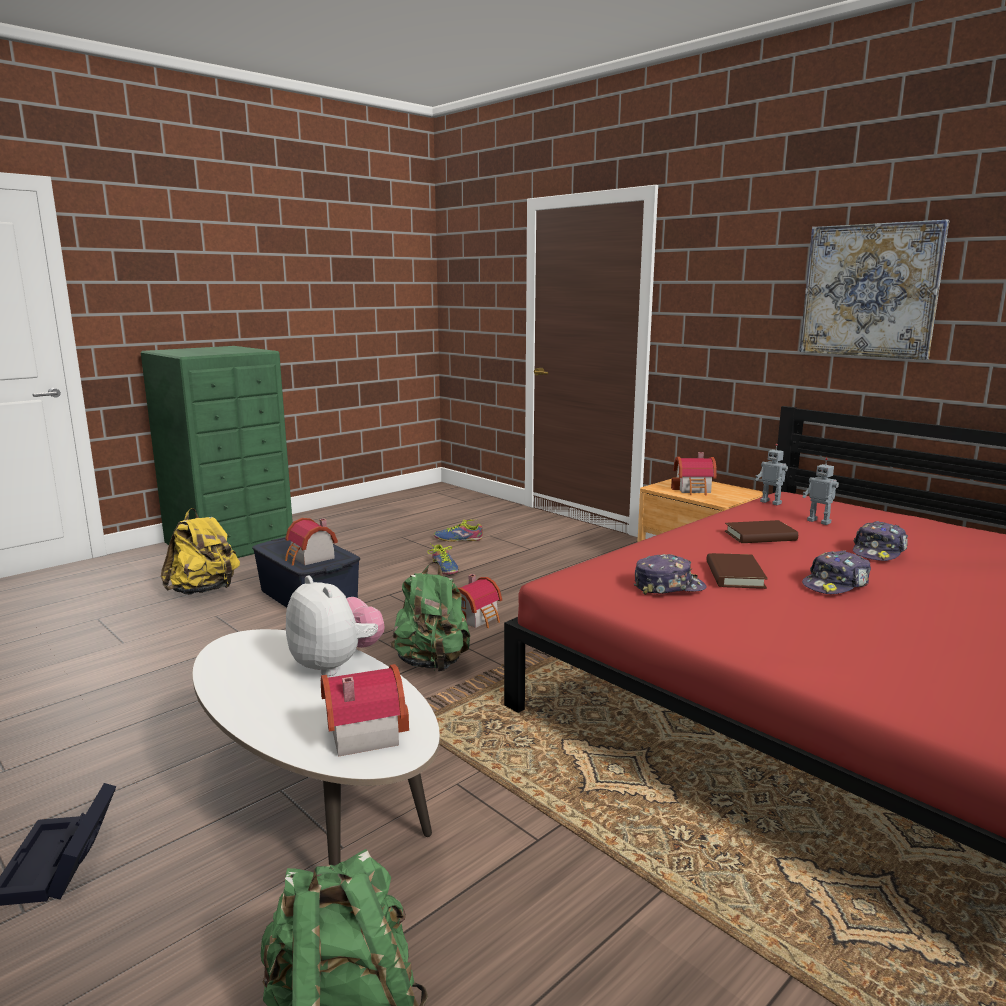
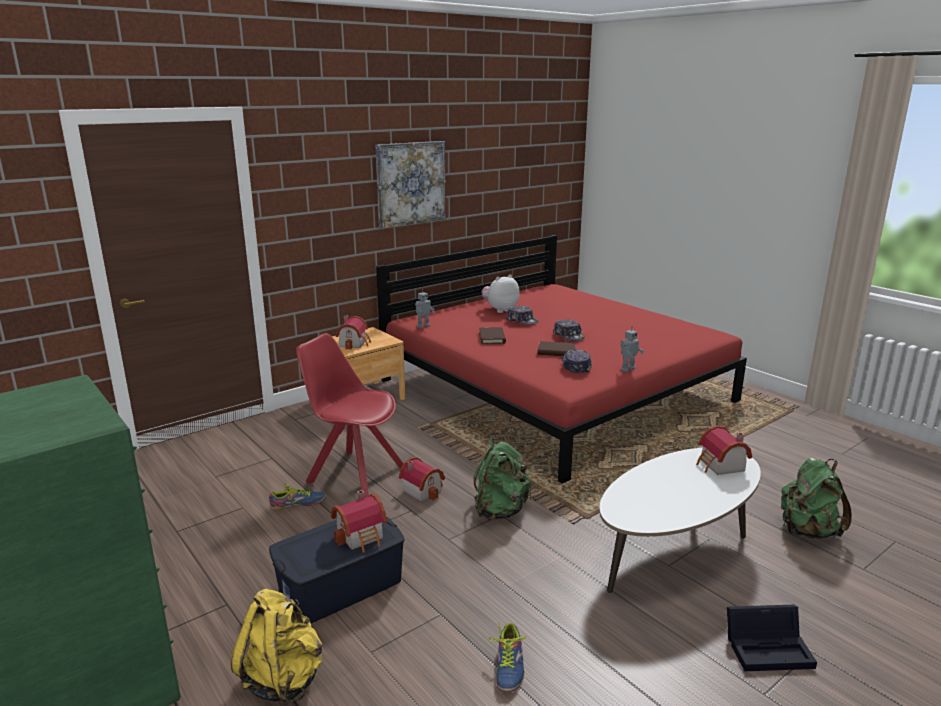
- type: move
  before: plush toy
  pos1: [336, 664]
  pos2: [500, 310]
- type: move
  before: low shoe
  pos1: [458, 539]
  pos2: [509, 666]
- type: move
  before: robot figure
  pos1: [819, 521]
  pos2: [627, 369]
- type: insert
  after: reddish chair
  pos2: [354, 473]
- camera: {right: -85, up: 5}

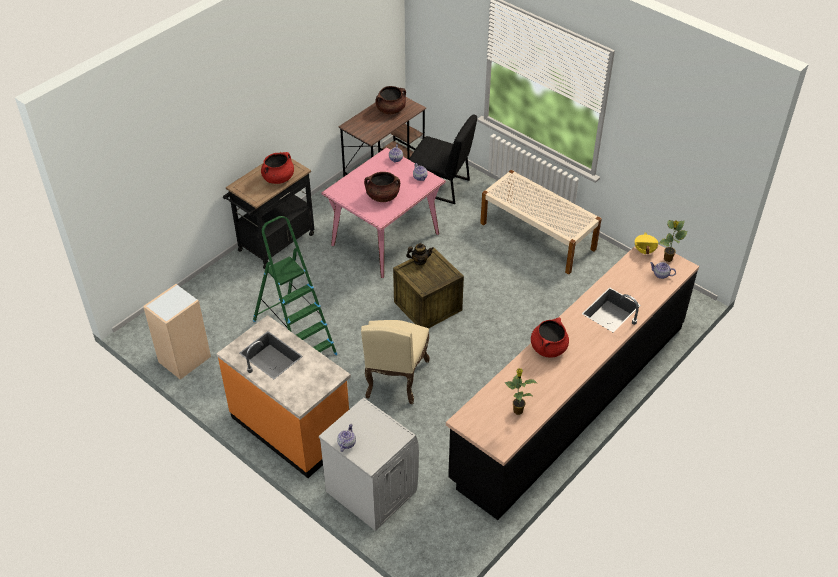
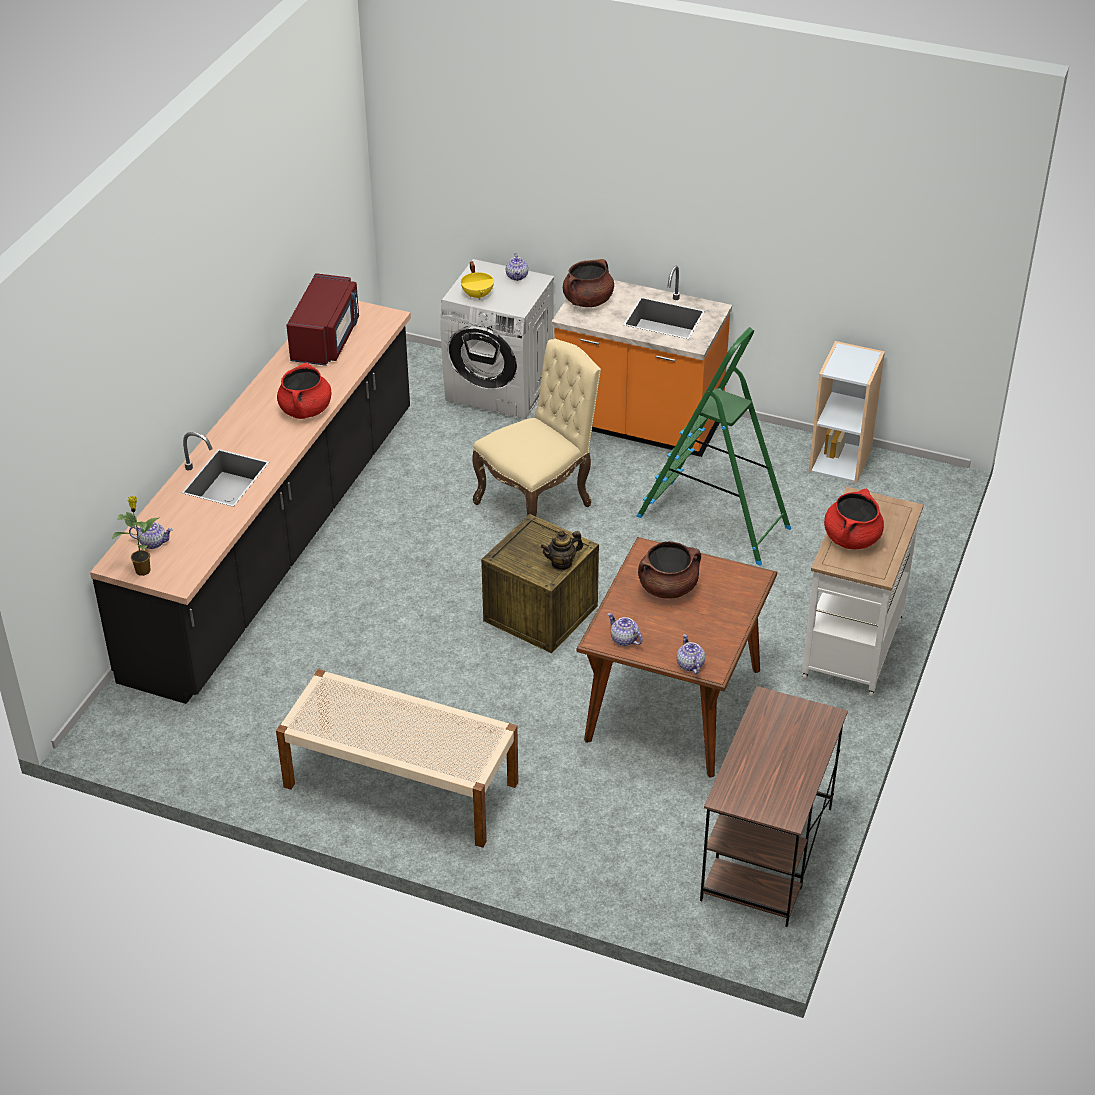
- type: recolor
  before: black wheeled cart
  after: whitish wheeled cart
  pos1: [274, 244]
  pos2: [853, 646]
- type: recolor
  before: pink-coloured kitchen table
  after: brown-coloured kitchen table
  pos1: [385, 239]
  pos2: [673, 705]
- type: rotate
  before: beige chair
  pos1: [394, 380]
  pos2: [537, 506]
  turn: 60
- type: move
  before: brown-coloured stockpot
  pos1: [390, 110]
  pos2: [588, 301]
- type: delete
  before: black chair
  pos1: [441, 186]
- type: replace
  before: houseplant
  after: reddish kitchen microwave
  pos1: [517, 410]
  pos2: [326, 340]
- type: move
  before: yellow stockpot
  pos1: [644, 251]
  pos2: [478, 295]
- camera: {right: 160, up: -5}

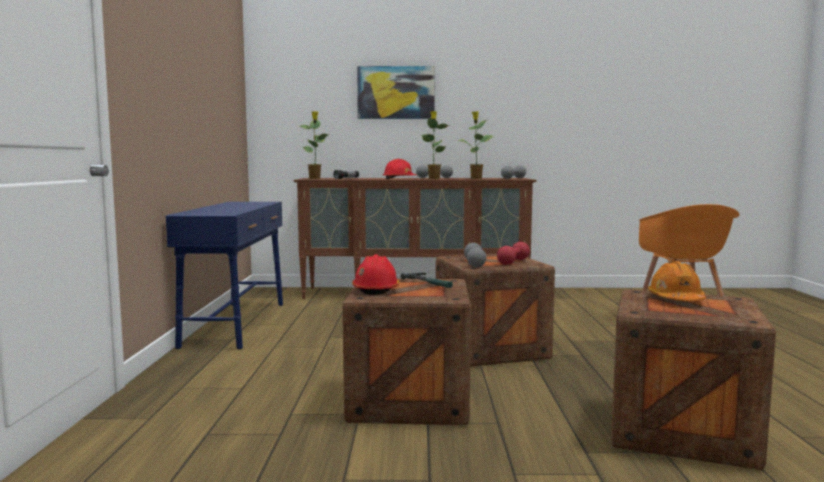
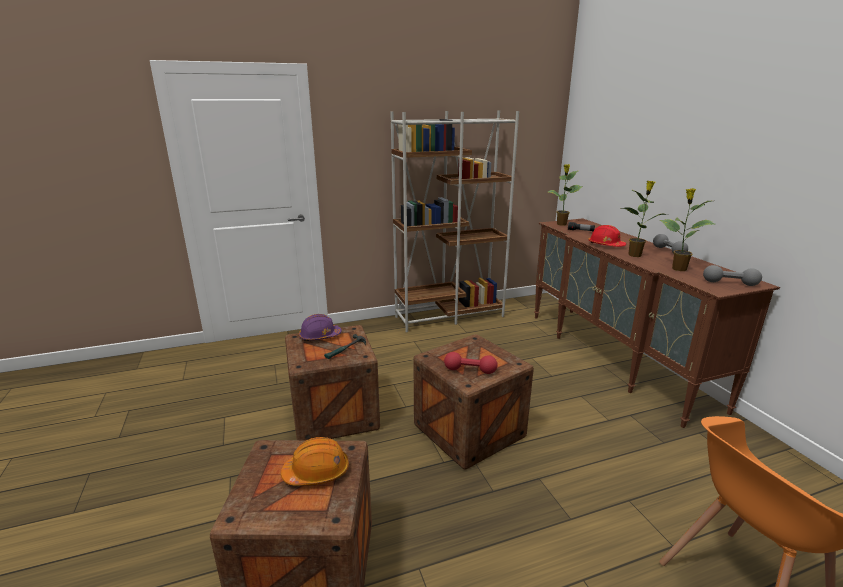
- type: replace
  before: blue hall table
  after: brown-coloured bookshelf
  pos1: [237, 324]
  pos2: [450, 316]
- type: recolor
  before: reddish safety helmet
  after: purple safety helmet
  pos1: [376, 289]
  pos2: [320, 336]
- type: delete
  before: picture
  pos1: [396, 92]
- type: delete
  before: greyish hand weight
  pos1: [474, 264]
- camera: {right: 70, up: 15}

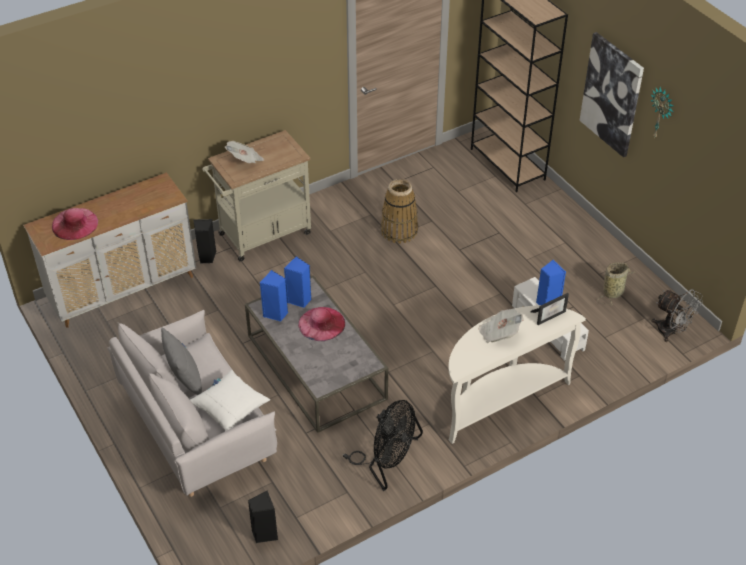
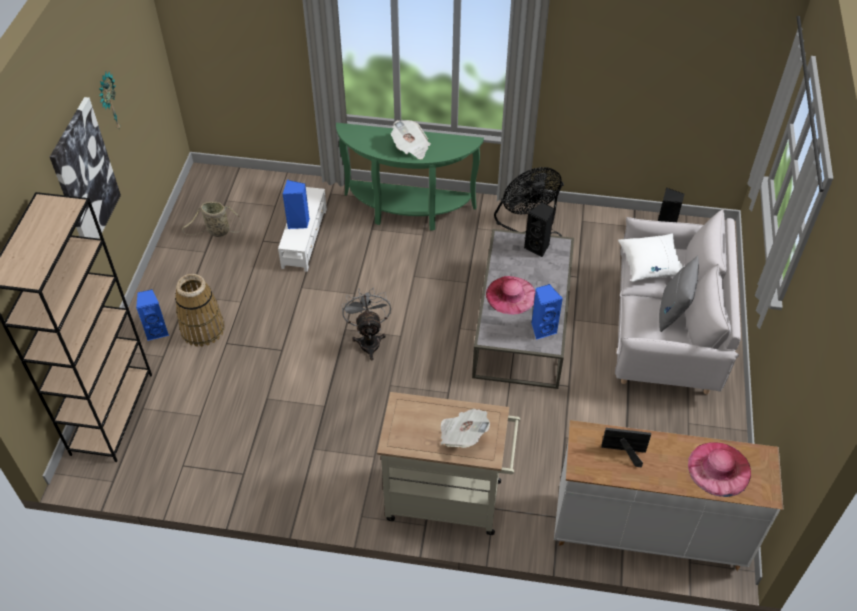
- type: move
  before: black loudspeaker
  pos1: [206, 257]
  pos2: [538, 247]
- type: move
  before: blue loudspeaker
  pos1: [299, 300]
  pos2: [157, 331]
- type: move
  before: storage basket
  pos1: [399, 231]
  pos2: [202, 329]
- type: recolor
  before: whitish hall table
  after: green-coloured hall table
  pos1: [500, 400]
  pos2: [407, 212]
- type: move
  before: photo frame
  pos1: [549, 315]
  pos2: [622, 452]
- type: move
  before: greyish electric fan
  pos1: [671, 332]
  pos2: [369, 340]
- camera: {right: -140, up: 5}

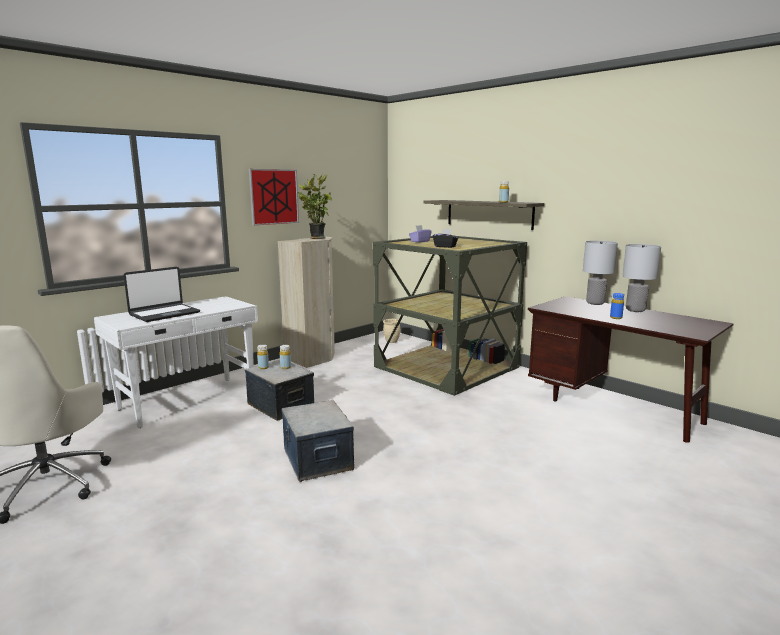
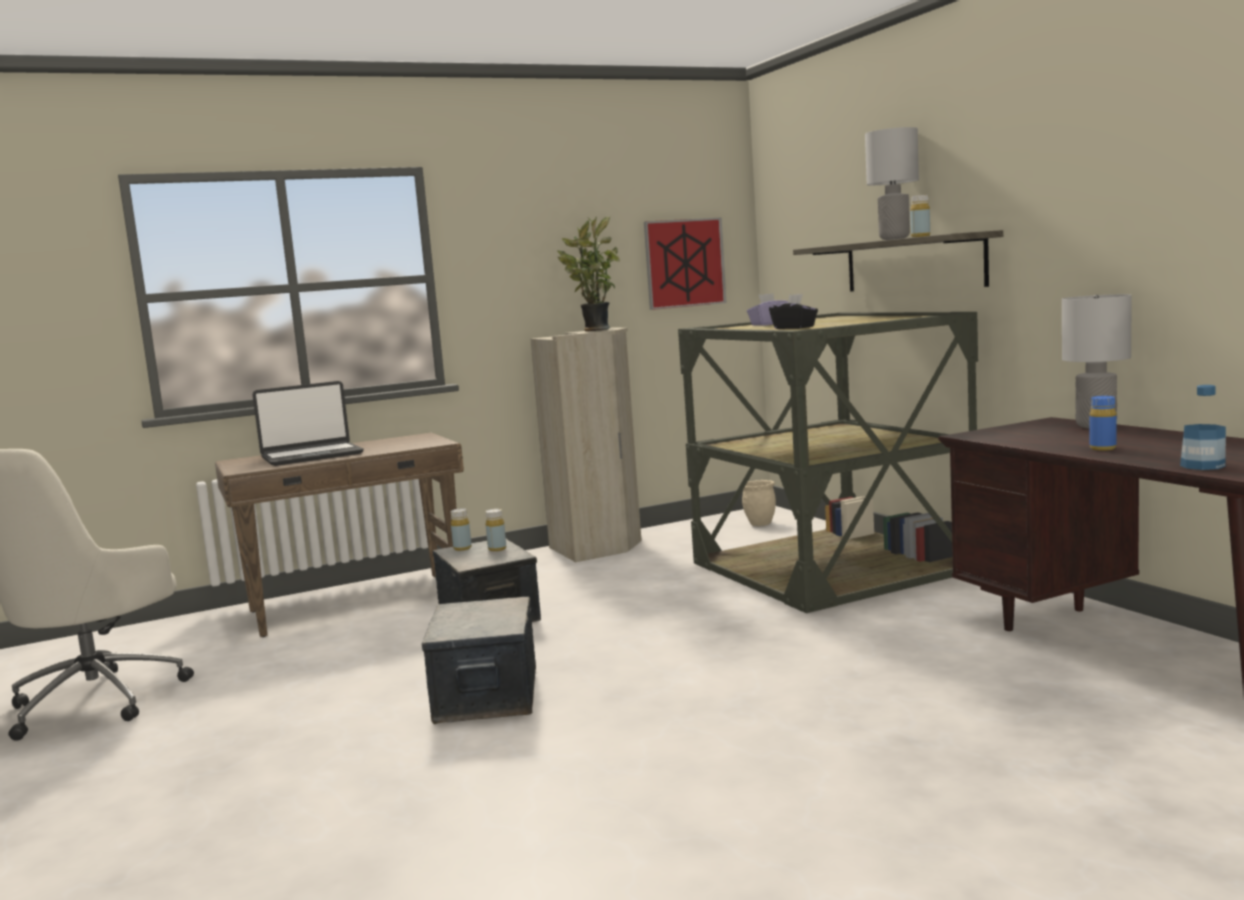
- type: recolor
  before: whitish hall table
  after: brown-coloured hall table
  pos1: [189, 401]
  pos2: [357, 604]
- type: move
  before: picture
  pos1: [274, 196]
  pos2: [684, 263]
- type: move
  before: greyish table lamp
  pos1: [635, 311]
  pos2: [894, 239]
- type: insert
  after: drink bottle
  pos2: [1202, 466]
- camera: {right: 20, up: -5}

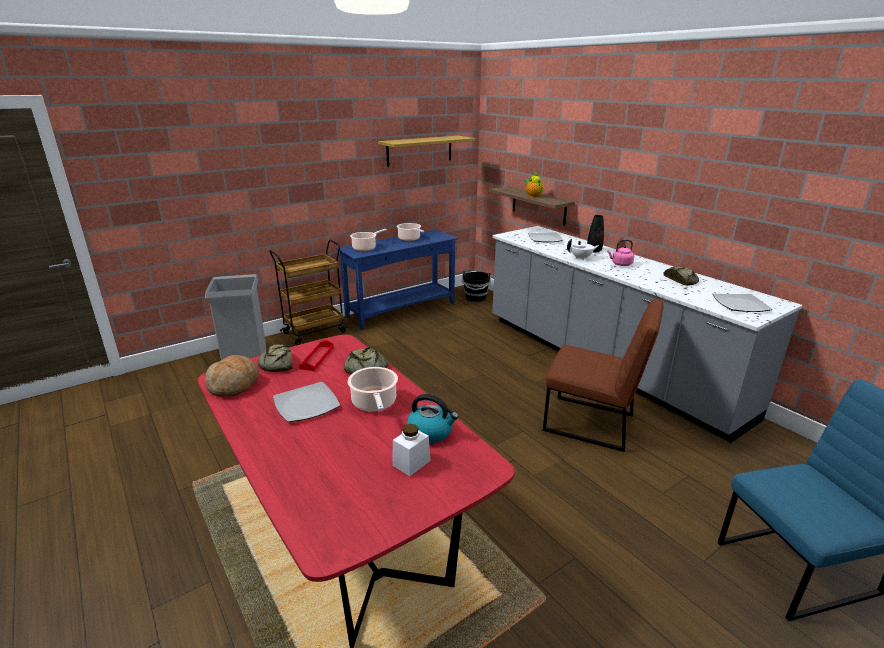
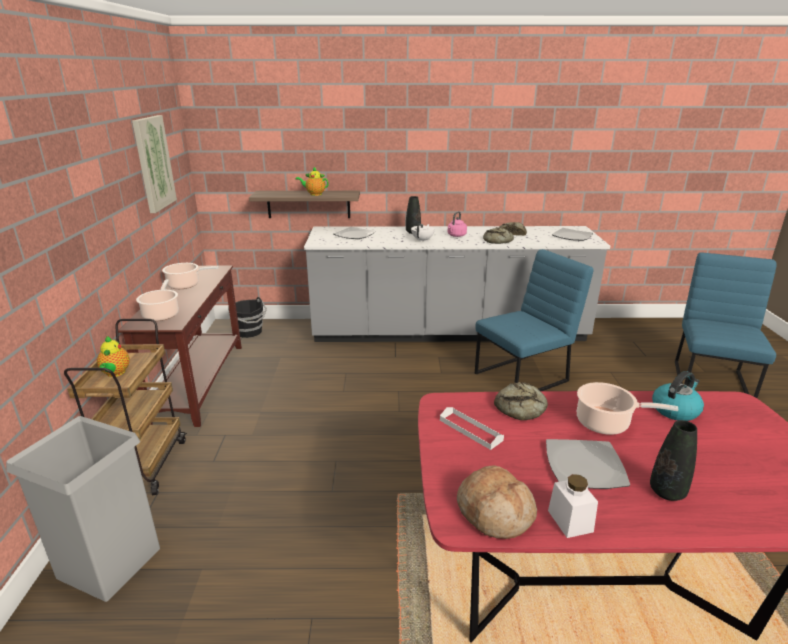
- type: move
  before: baked bread
  pos1: [277, 364]
  pos2: [498, 241]
- type: recolor
  before: reddish carrying tray
  after: whitish carrying tray
  pos1: [317, 358]
  pos2: [470, 430]
- type: recolor
  before: blue hall table
  after: brown-coloured hall table
  pos1: [401, 310]
  pos2: [199, 382]
- type: replace
  before: bracket shelf
  after: picture
  pos1: [419, 150]
  pos2: [153, 163]
- type: move
  before: whitish preserve jar
  pos1: [411, 463]
  pos2: [570, 521]
- type: recolor
  before: brown-coloured chair
  after: blue chair
  pos1: [591, 423]
  pos2: [523, 376]
- type: insert
  after: pot for tea
  pos2: [115, 373]
- type: insert
  after: black decorative vase
  pos2: [667, 492]
- camera: {right: -55, up: 0}

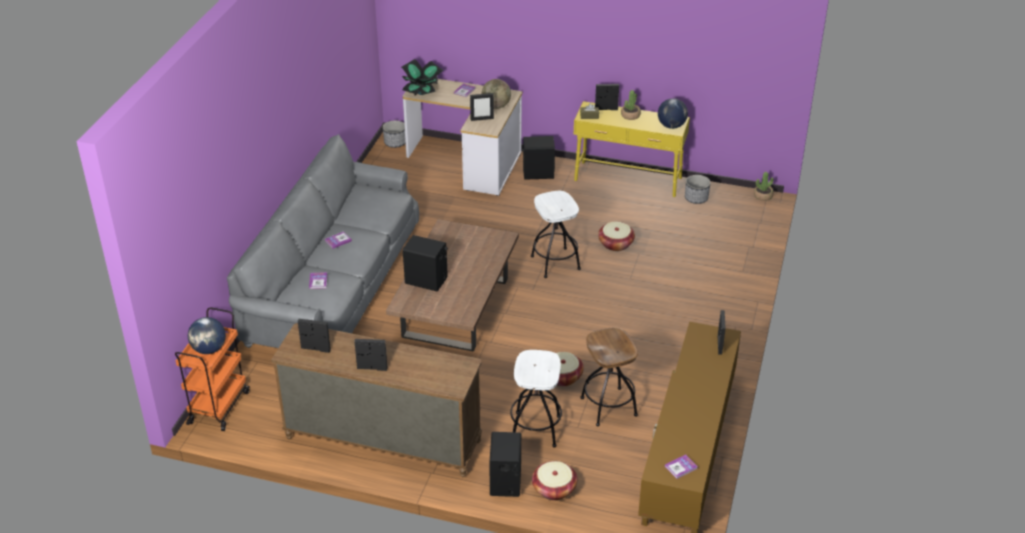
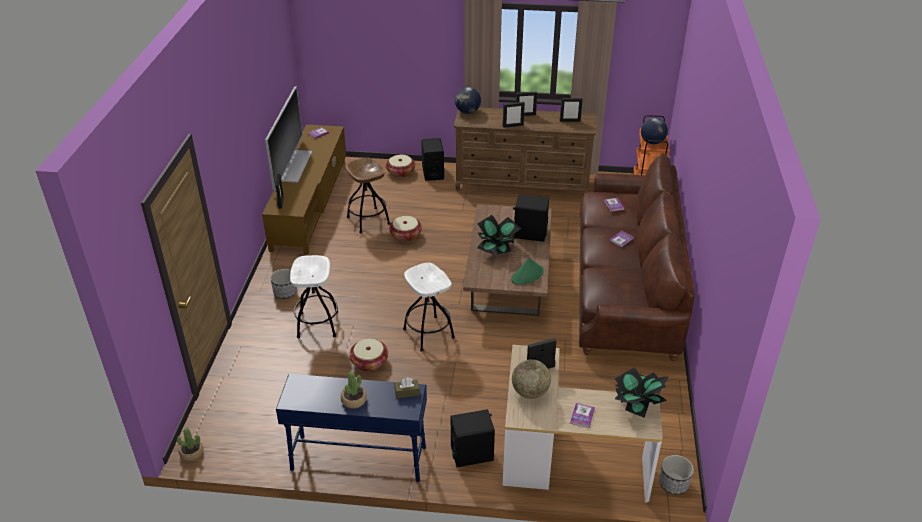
- type: recolor
  before: greyish couch
  after: brown-coloured couch
  pos1: [333, 285]
  pos2: [625, 286]
- type: move
  before: whitish sitting stool
  pos1: [535, 429]
  pos2: [317, 324]
- type: recolor
  before: yellow hall table
  after: blue hall table
  pos1: [628, 180]
  pos2: [358, 458]
- type: move
  before: photo frame
  pos1: [606, 109]
  pos2: [513, 125]
- type: move
  before: globe
  pos1: [671, 126]
  pos2: [467, 112]
- type: move
  before: plant pot
  pos1: [696, 198]
  pos2: [285, 292]
- type: insert
  after: TV set
  pos2: [295, 166]
- type: insert
  after: houseplant
  pos2: [497, 249]
- type: insert
  after: green-coloured wearable hat
  pos2: [527, 275]
- camera: {right: 170, up: 0}

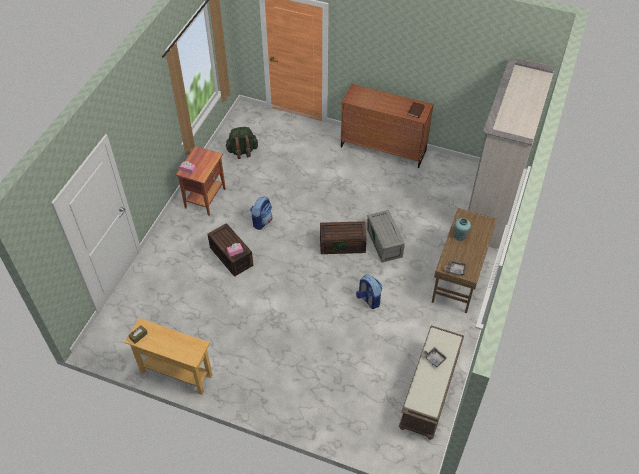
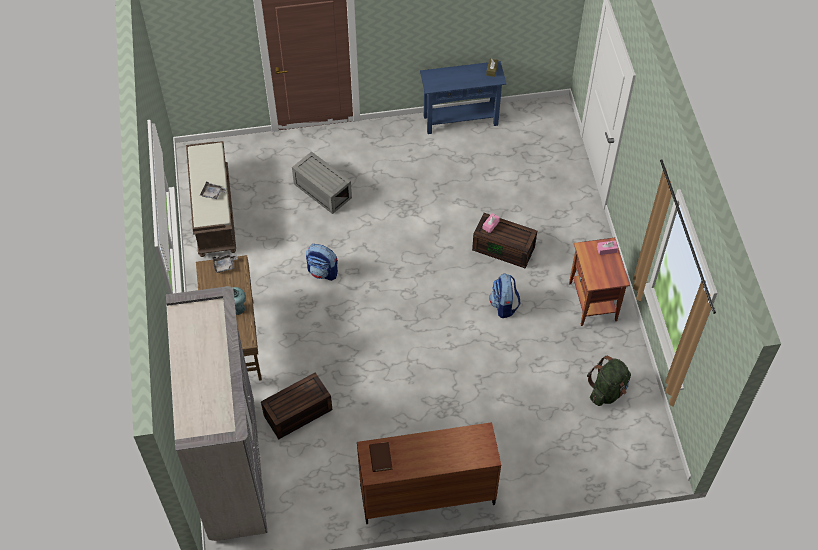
- type: recolor
  before: beige hall table
  after: blue hall table
  pos1: [176, 373]
  pos2: [460, 120]
- type: move
  before: brown-coloured storage bin
  pos1: [343, 244]
  pos2: [297, 414]
- type: move
  before: greyish storage bin
  pos1: [385, 243]
  pos2: [321, 191]
- camera: {right: 150, up: 5}

